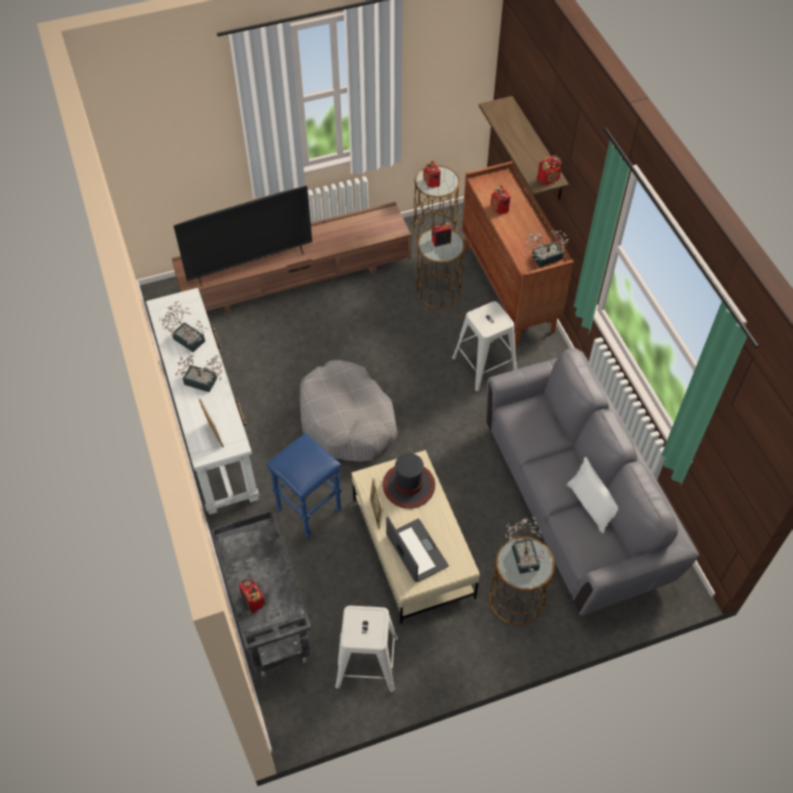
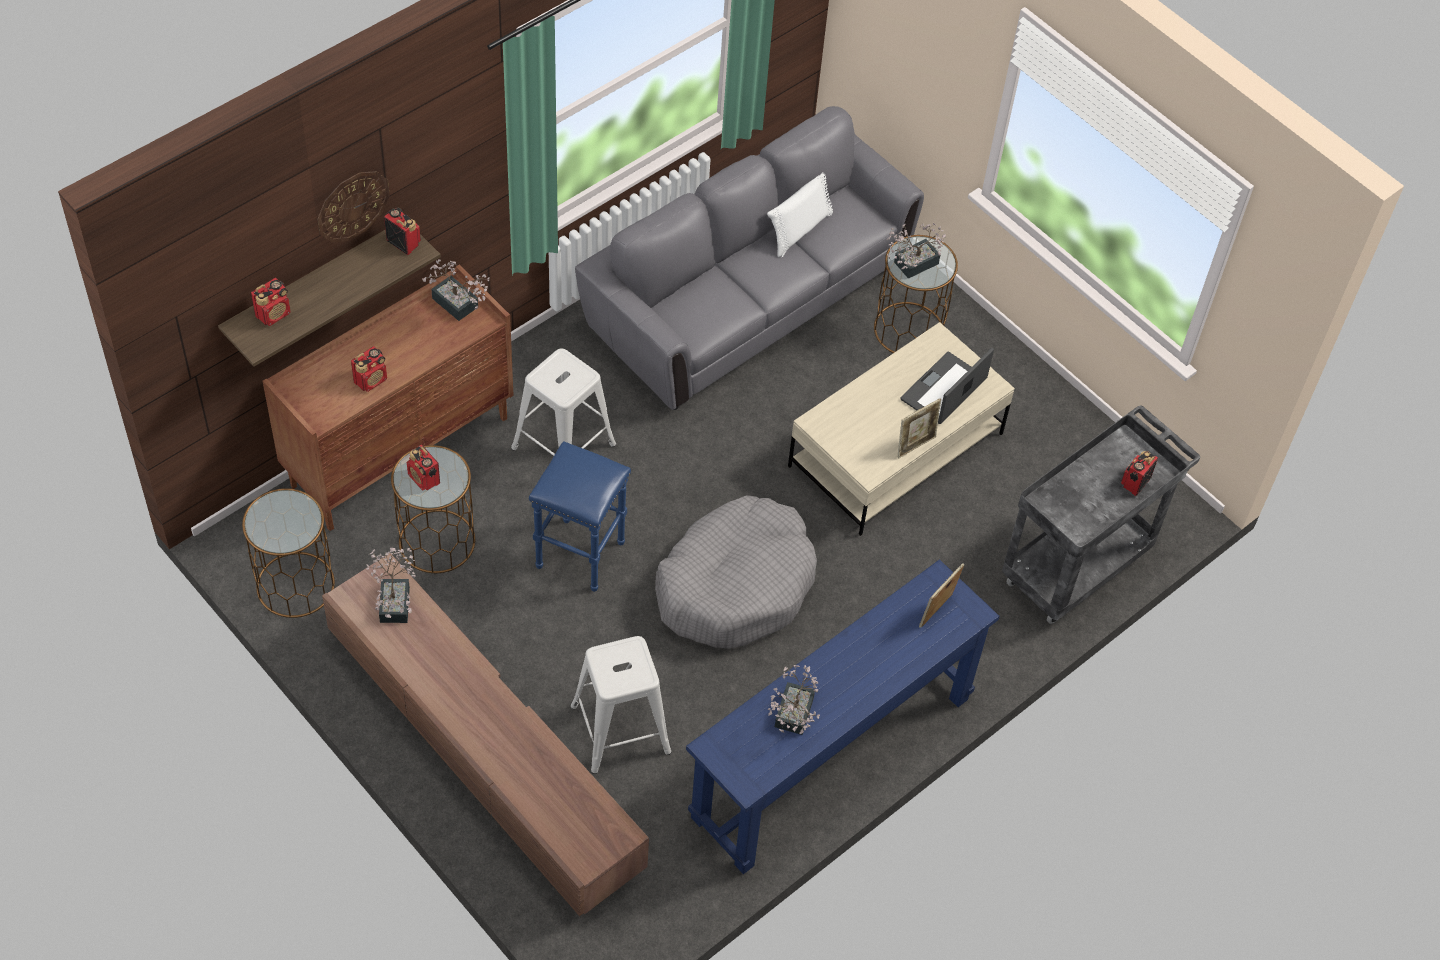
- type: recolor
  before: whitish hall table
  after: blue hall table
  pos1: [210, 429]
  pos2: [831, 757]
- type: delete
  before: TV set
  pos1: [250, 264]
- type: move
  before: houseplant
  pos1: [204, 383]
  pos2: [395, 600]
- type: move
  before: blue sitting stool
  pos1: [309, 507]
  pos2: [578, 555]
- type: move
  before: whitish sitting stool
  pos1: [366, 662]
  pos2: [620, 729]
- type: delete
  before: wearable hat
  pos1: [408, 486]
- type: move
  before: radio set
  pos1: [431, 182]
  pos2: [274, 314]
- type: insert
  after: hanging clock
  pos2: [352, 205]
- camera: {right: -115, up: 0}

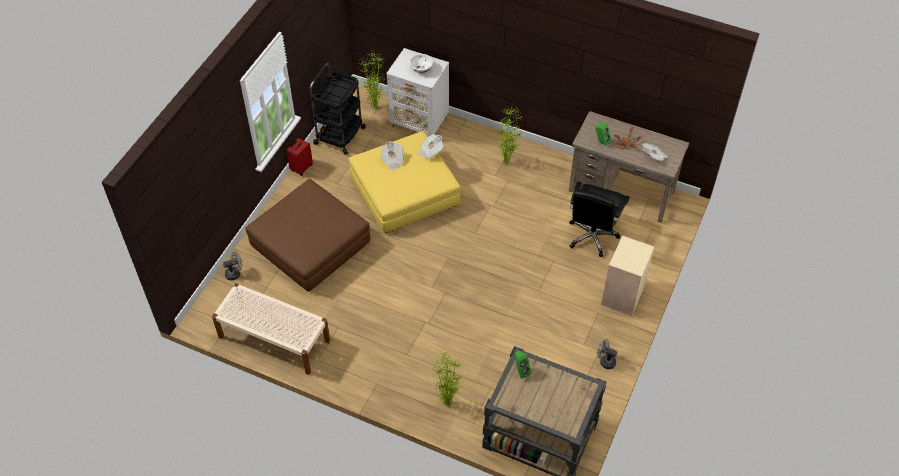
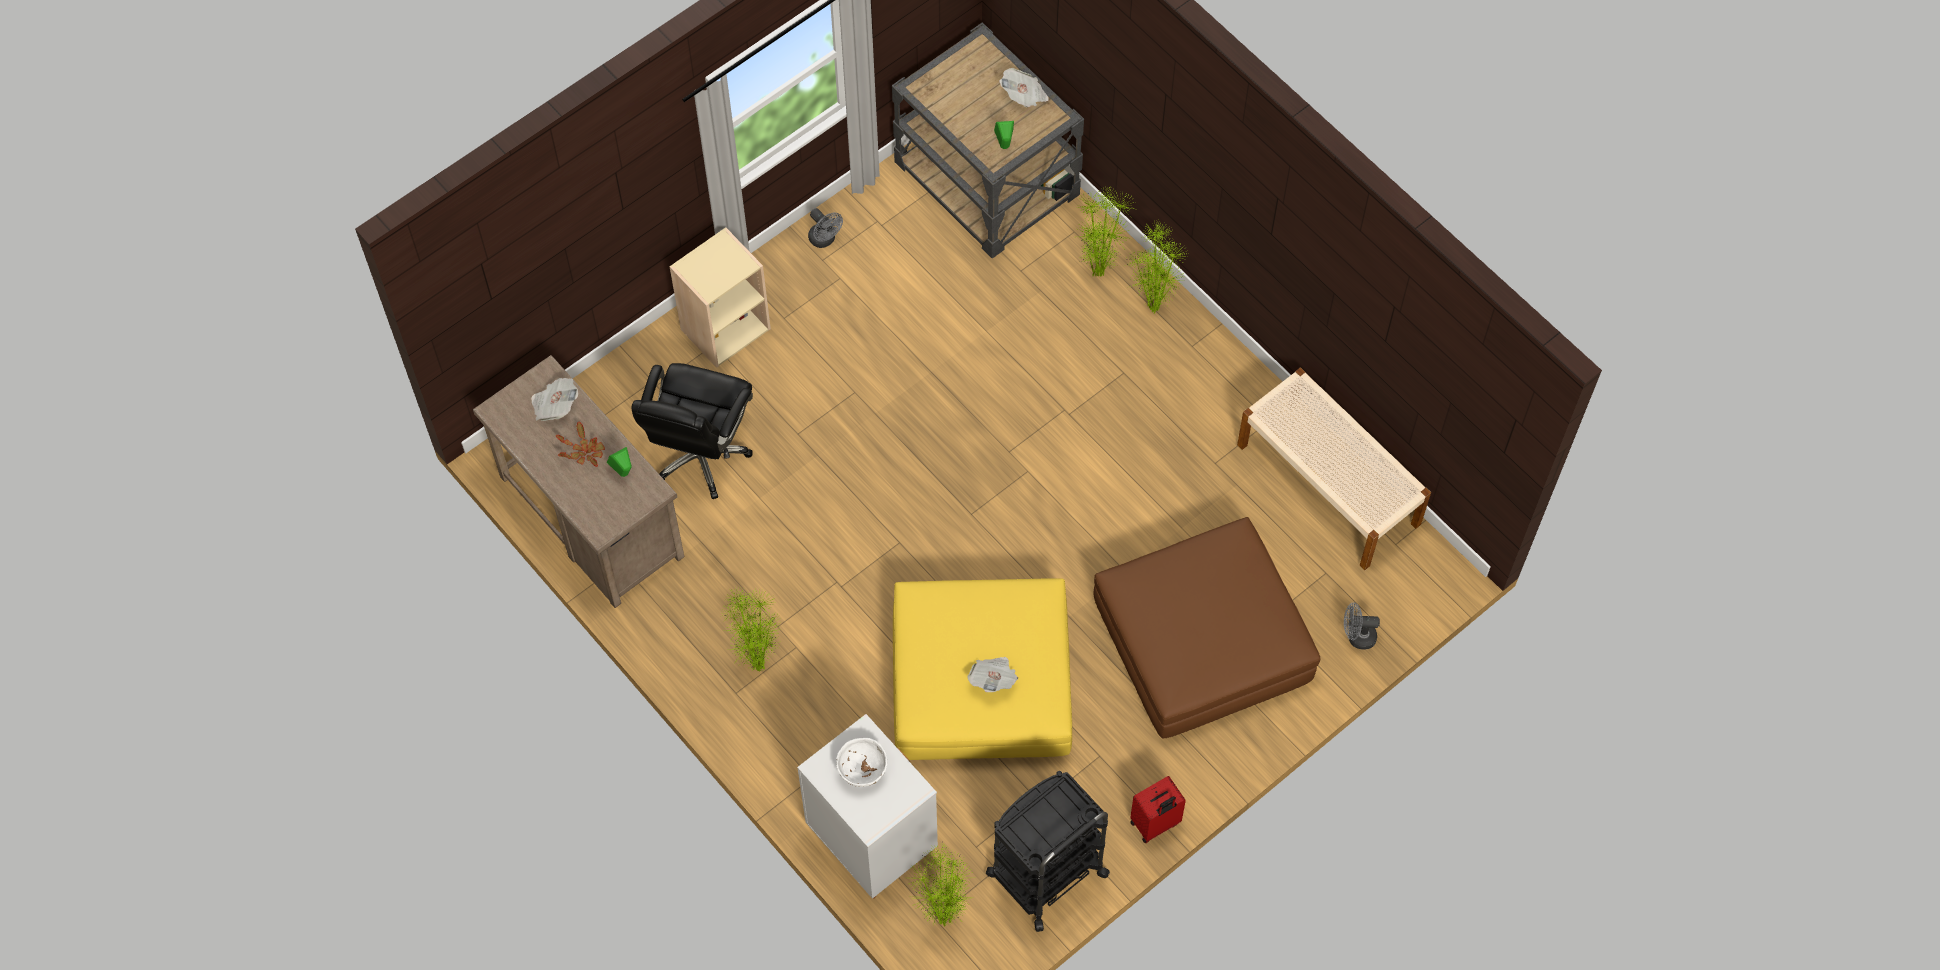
- type: move
  before: newspaper
  pos1: [430, 151]
  pos2: [1024, 96]
- type: rotate
  before: black computer chair
  pos1: [592, 235]
  pos2: [701, 453]
  turn: 150
- type: insert
  after: houseplant
  pos2: [1152, 310]
- camera: {right: -155, up: 10}

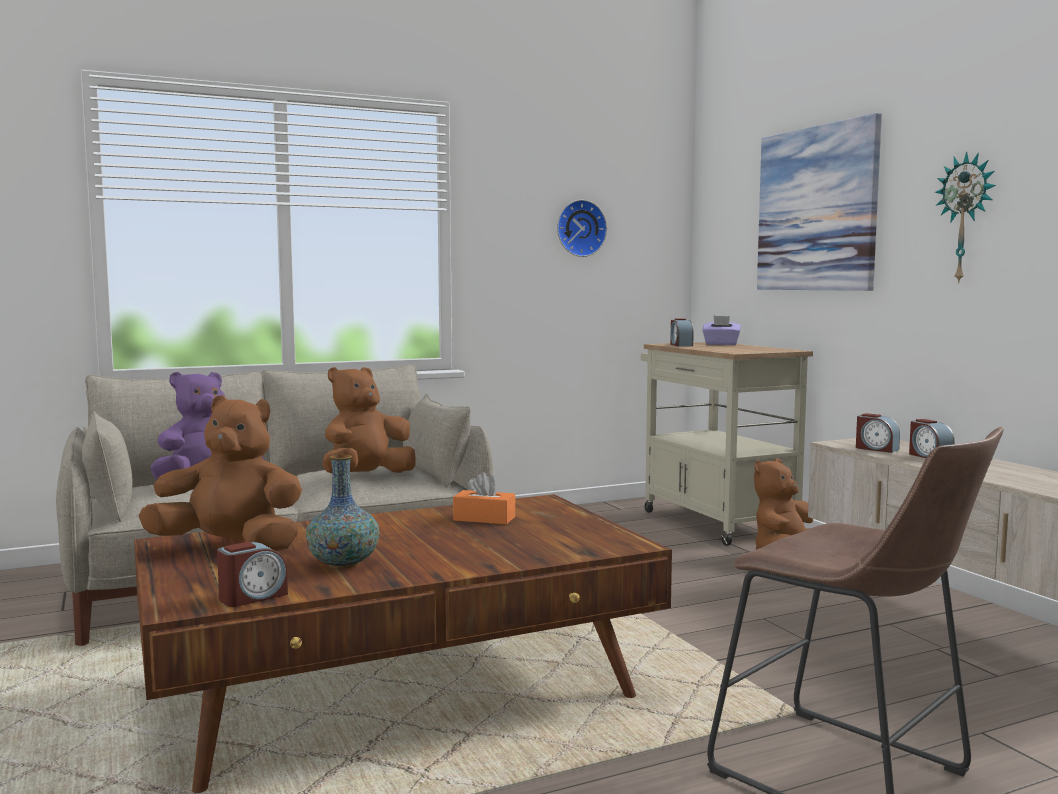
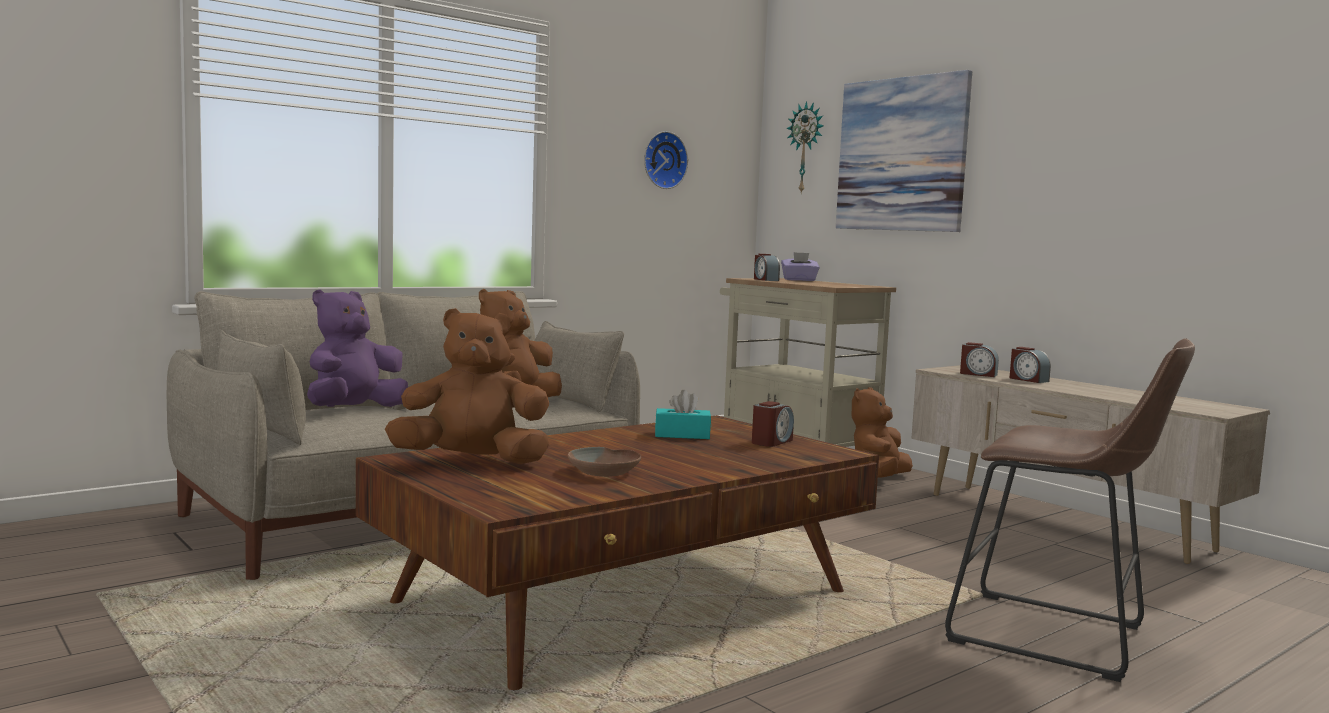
- type: move
  before: bedside clock
  pos1: [252, 597]
  pos2: [771, 442]
- type: replace
  before: decorative vase
  after: brown-coloured deep dish
  pos1: [344, 564]
  pos2: [605, 472]
- type: recolor
  before: orange tissue holder
  after: blue-green tissue holder
  pos1: [484, 518]
  pos2: [682, 435]
- type: move
  before: hanging clock
  pos1: [966, 218]
  pos2: [806, 148]
- camera: {right: -15, up: 0}

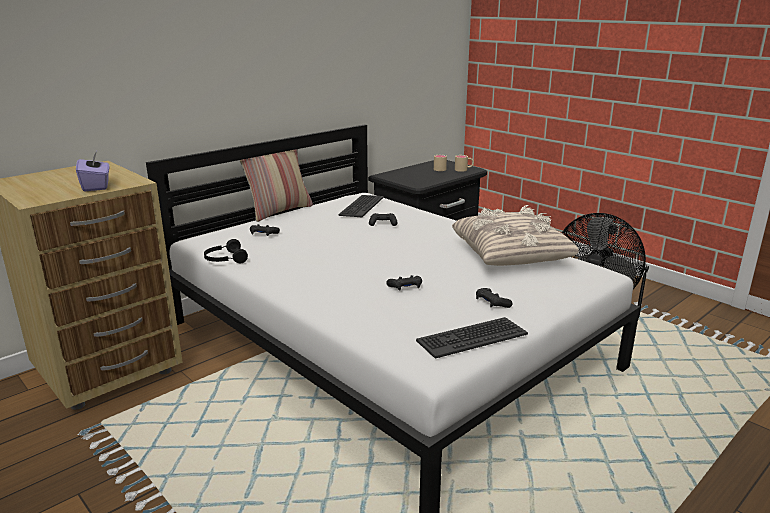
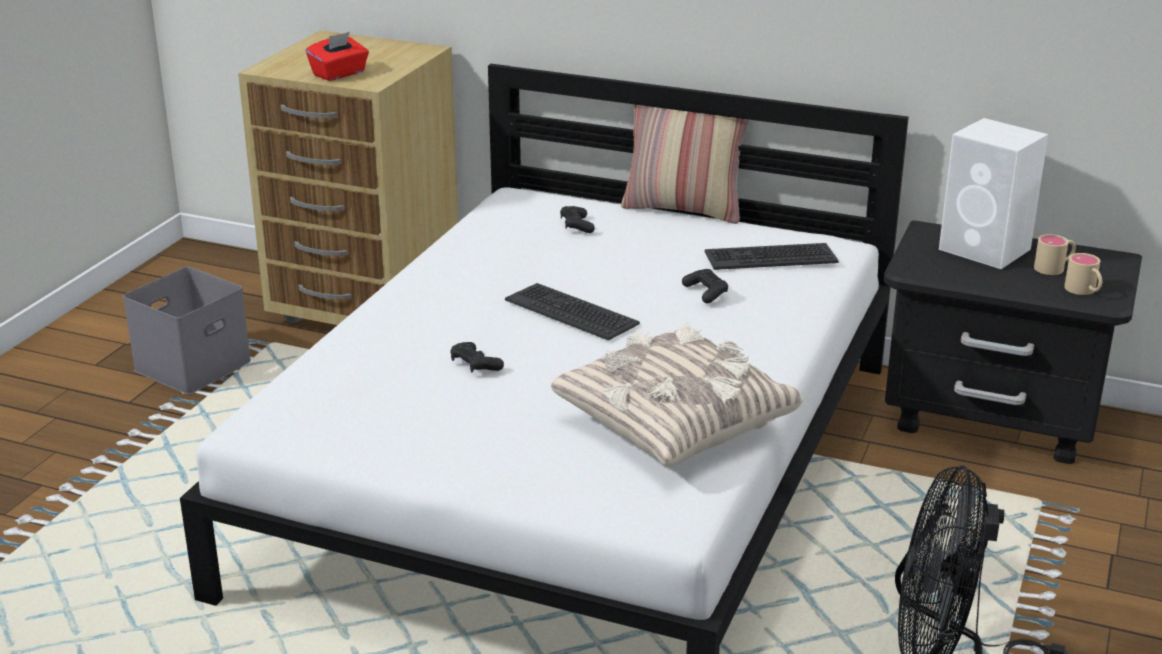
- type: recolor
  before: purple tissue holder
  after: reddish tissue holder
  pos1: [96, 186]
  pos2: [339, 74]
- type: delete
  before: black headphones
  pos1: [225, 259]
- type: move
  before: computer keyboard
  pos1: [471, 337]
  pos2: [572, 312]
- type: delete
  before: black gamepad
  pos1: [492, 303]
- type: insert
  after: greyish storage bin
  pos2: [193, 365]
- type: insert
  after: whitish loudspeaker
  pos2: [986, 250]
- camera: {right: 65, up: 5}

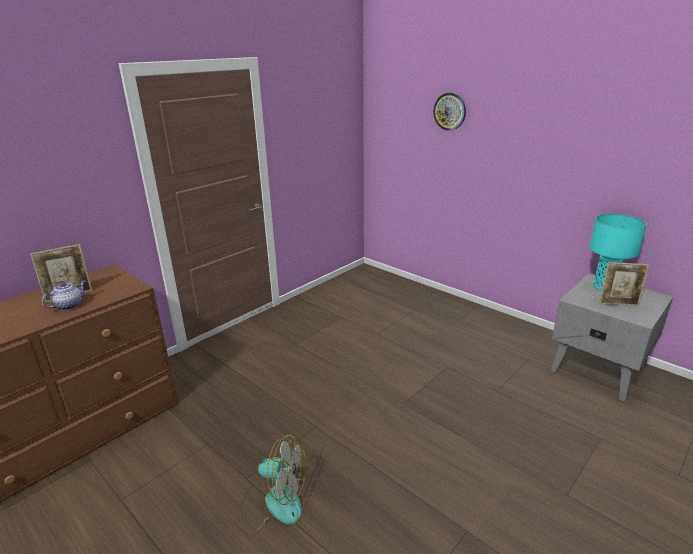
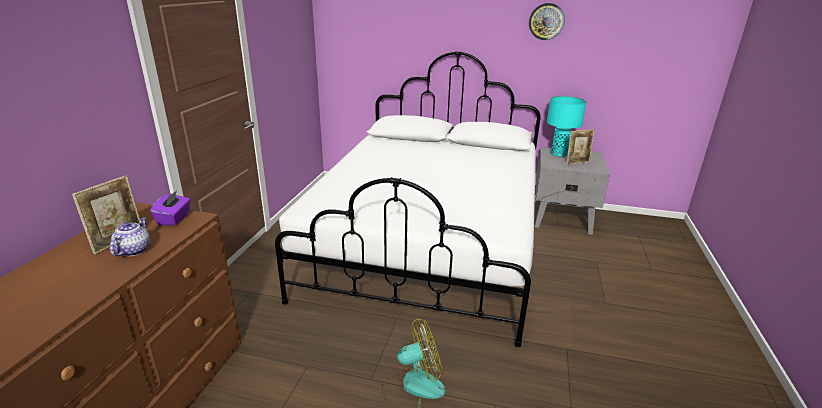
- type: move
  before: hanging clock
  pos1: [450, 111]
  pos2: [546, 21]
- type: insert
  after: purple tissue holder
  pos2: [174, 219]
- type: insert
  after: whitish bedroom bed
  pos2: [429, 244]
- camera: {right: -30, up: 0}

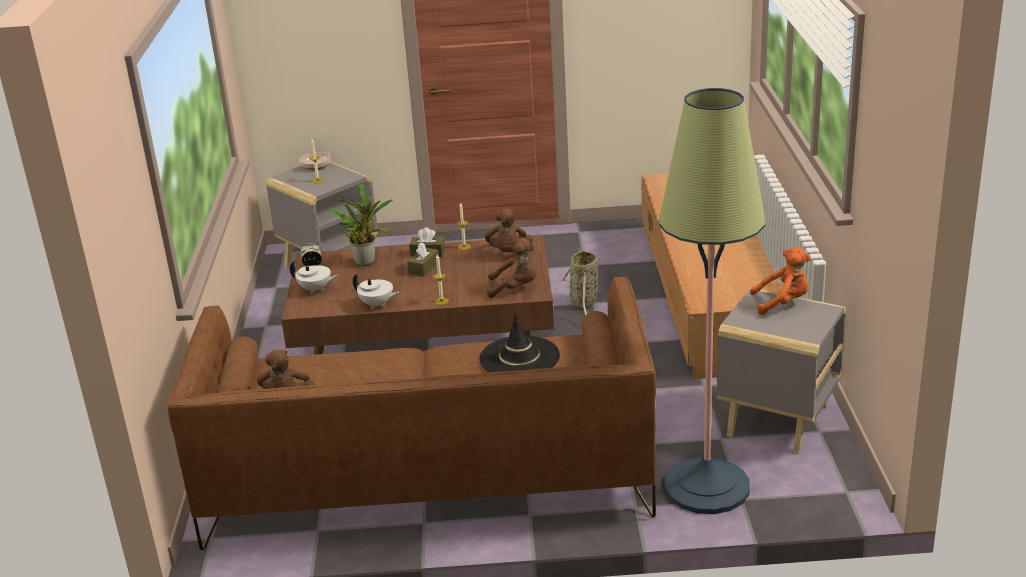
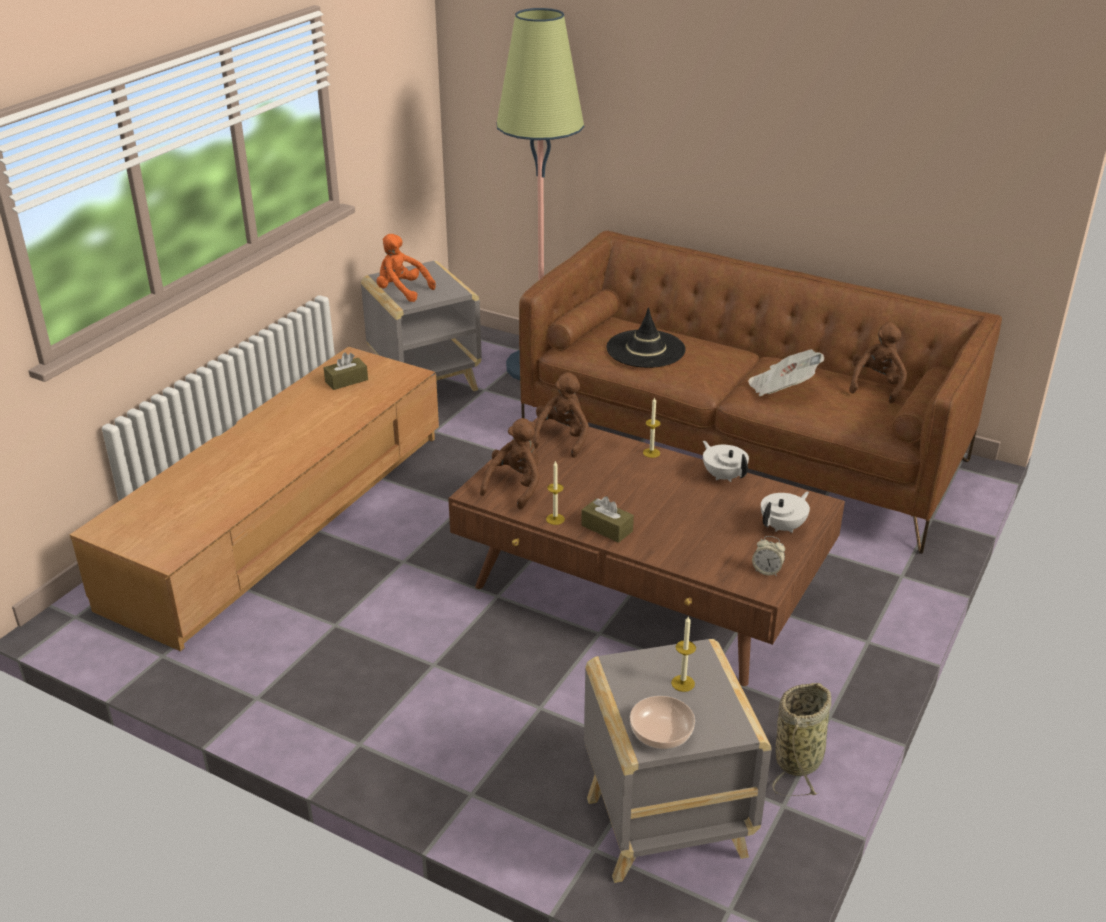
- type: rotate
  before: whitish pot for tea
  pos1: [315, 289]
  pos2: [783, 527]
  turn: 90
- type: delete
  before: houseplant
  pos1: [366, 261]
- type: move
  before: brown-coloured tissue holder
  pos1: [424, 268]
  pos2: [346, 381]
- type: rotate
  before: brown-coloured plush toy
  pos1: [515, 288]
  pos2: [562, 438]
  turn: 75
- type: move
  before: storage basket
  pos1: [584, 303]
  pos2: [800, 758]
- type: insert
  after: newspaper
  pos2: [782, 389]
- camera: {right: -150, up: 5}

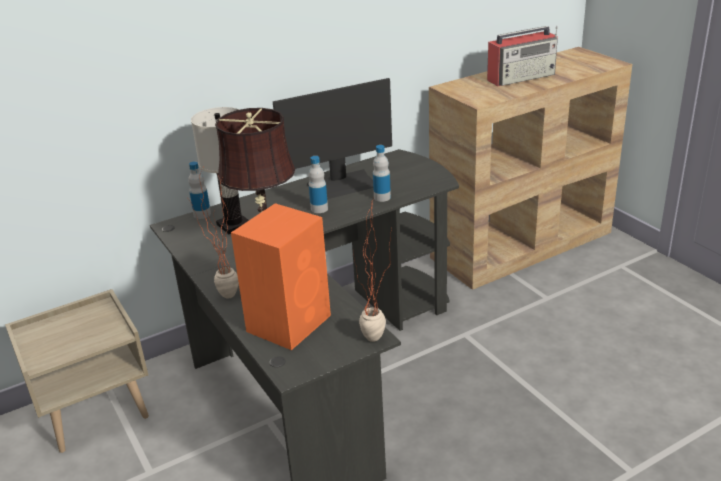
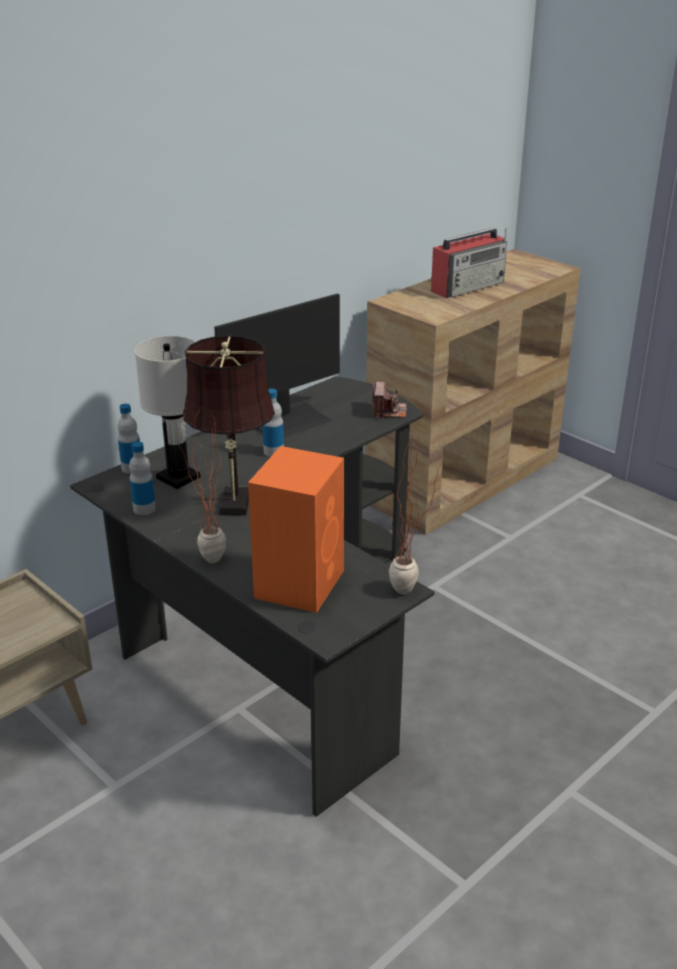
- type: move
  before: drink bottle
  pos1: [382, 197]
  pos2: [144, 509]
- type: insert
  after: still camera
  pos2: [388, 411]
- camera: {right: -15, up: 0}

